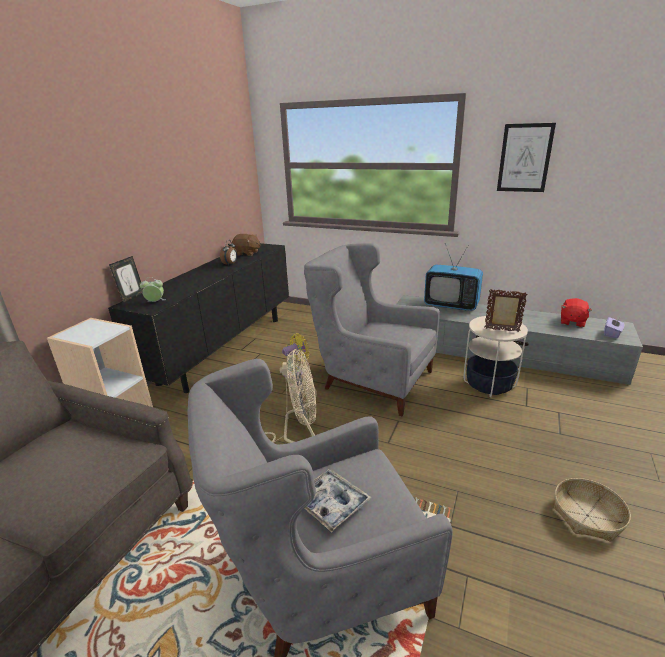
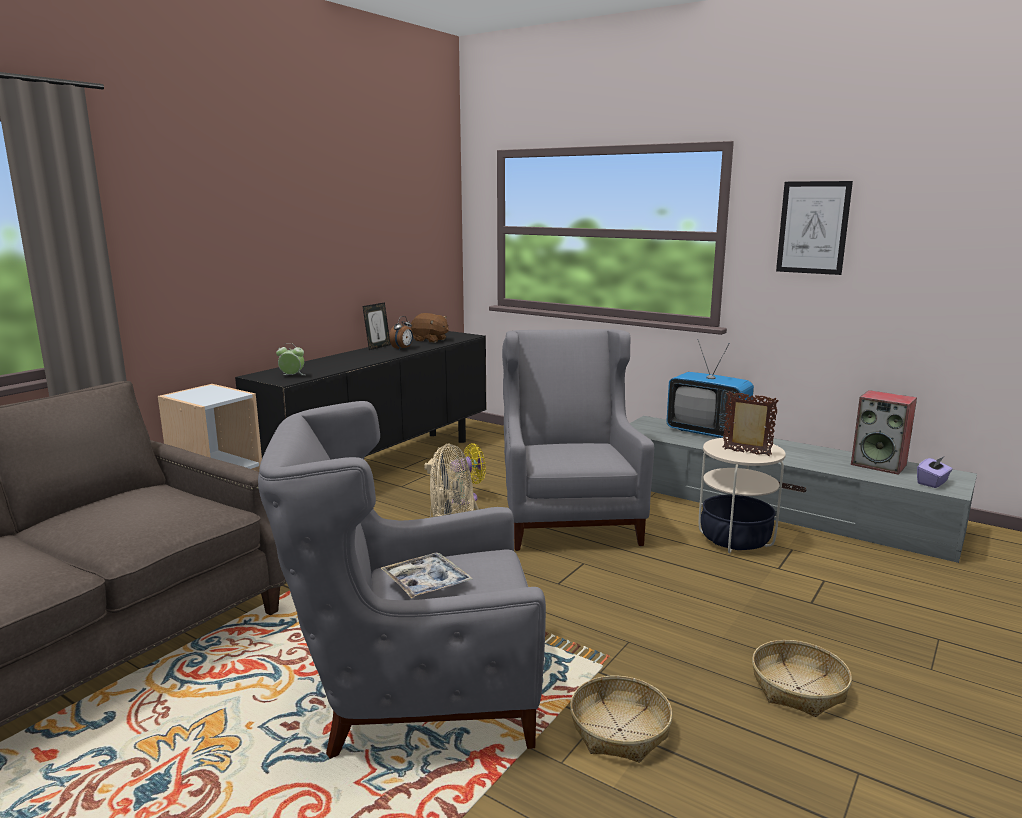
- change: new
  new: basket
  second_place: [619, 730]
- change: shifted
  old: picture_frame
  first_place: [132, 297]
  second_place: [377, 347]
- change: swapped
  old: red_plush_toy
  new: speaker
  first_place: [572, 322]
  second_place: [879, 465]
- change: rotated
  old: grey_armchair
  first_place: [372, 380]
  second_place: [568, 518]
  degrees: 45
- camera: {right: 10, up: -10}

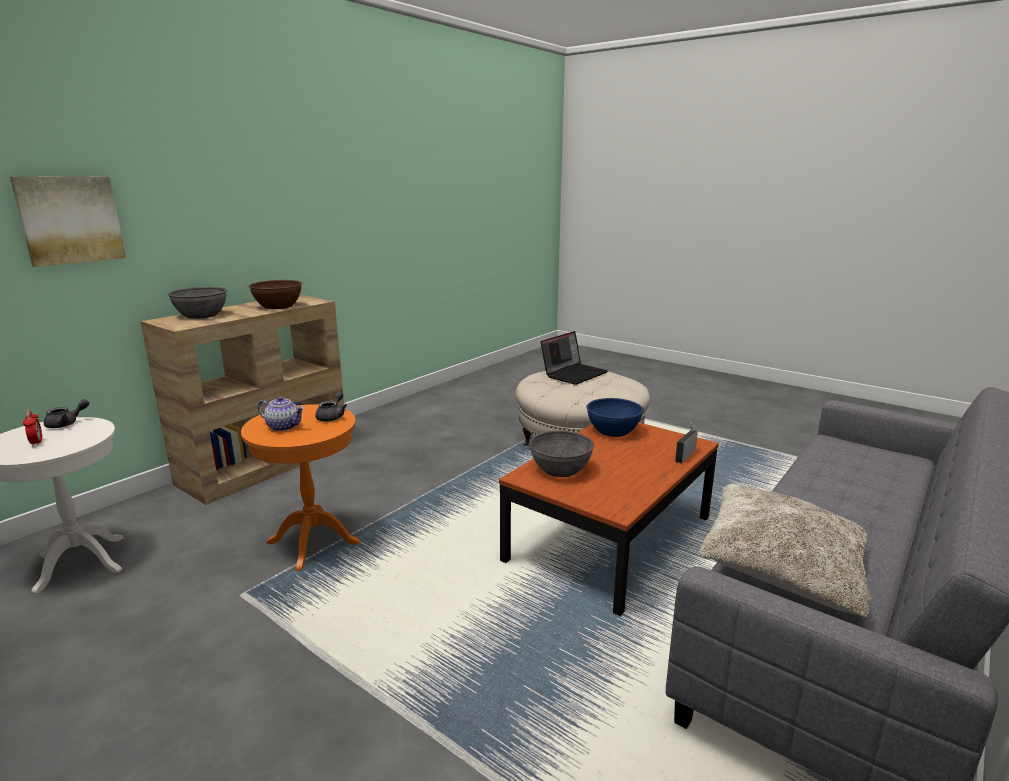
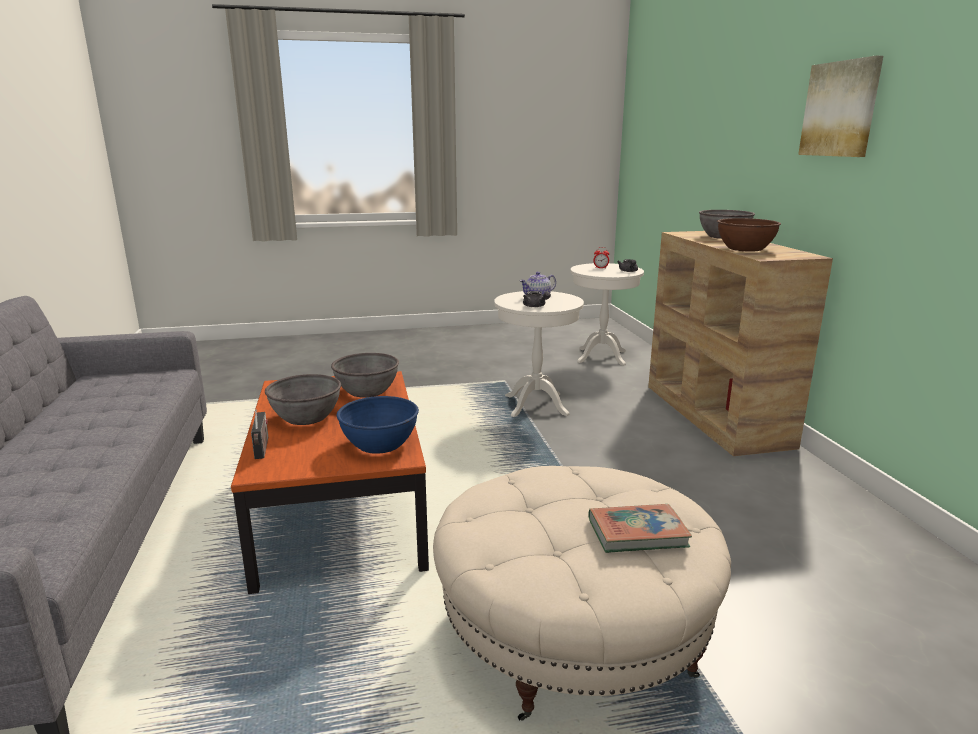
- change: gone
  old: beige_pillow
  first_place: [783, 565]
- change: new
  new: grey_bowl
  second_place: [306, 417]
- change: shifted
  old: picture
  first_place: [70, 219]
  second_place: [841, 109]
- change: swapped
  old: laptop
  new: book
  first_place: [574, 374]
  second_place: [637, 533]
- change: repainted
  old: orange_side_table
  new: white_side_table
  first_place: [313, 542]
  second_place: [536, 405]
- camera: {right: 130, up: 0}

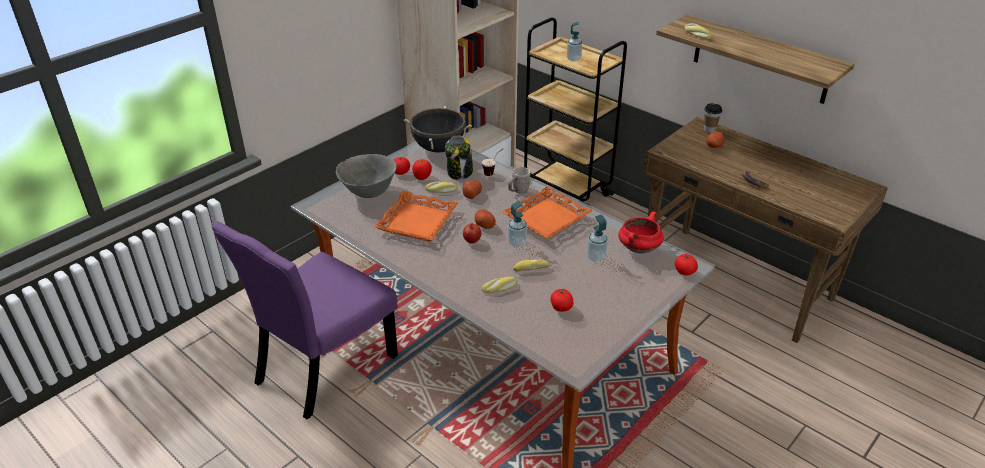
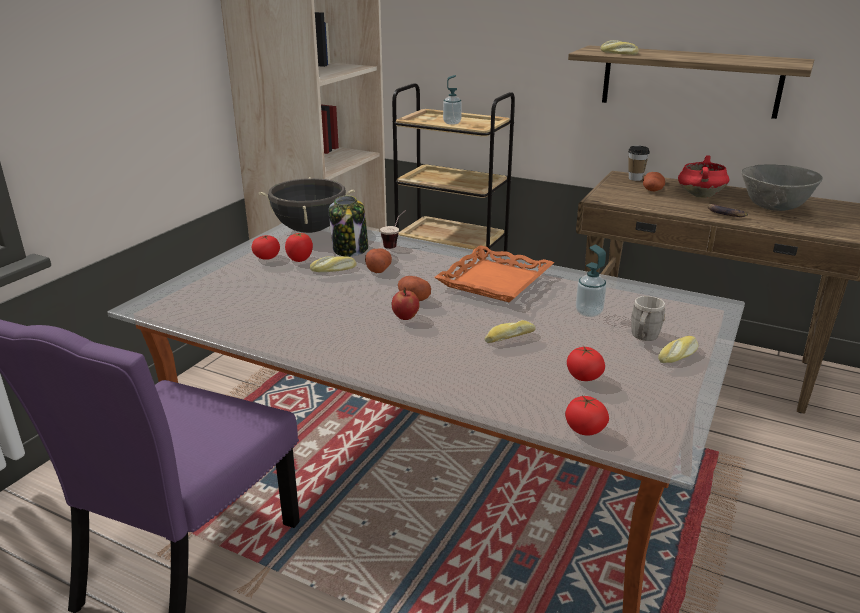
- change: gone
  old: orange_tray
  first_place: [418, 222]
- change: gone
  old: soap_dispenser
  first_place: [517, 242]
- change: shifted
  old: grey_bowl
  first_place: [369, 193]
  second_place: [774, 208]
- change: shifted
  old: bread
  first_place: [499, 288]
  second_place: [679, 355]
- change: shifted
  old: grey_mug
  first_place: [518, 191]
  second_place: [643, 338]
- change: shifted
  old: red_cooking_pot
  first_place: [639, 248]
  second_place: [699, 195]
- change: shifted
  old: tomato
  first_place: [684, 272]
  second_place: [584, 430]
- camera: {right: -15, up: -10}

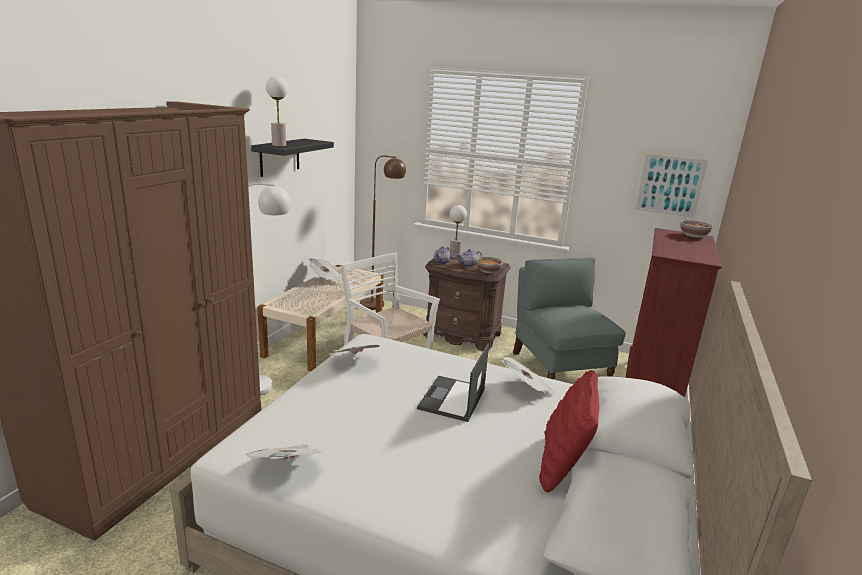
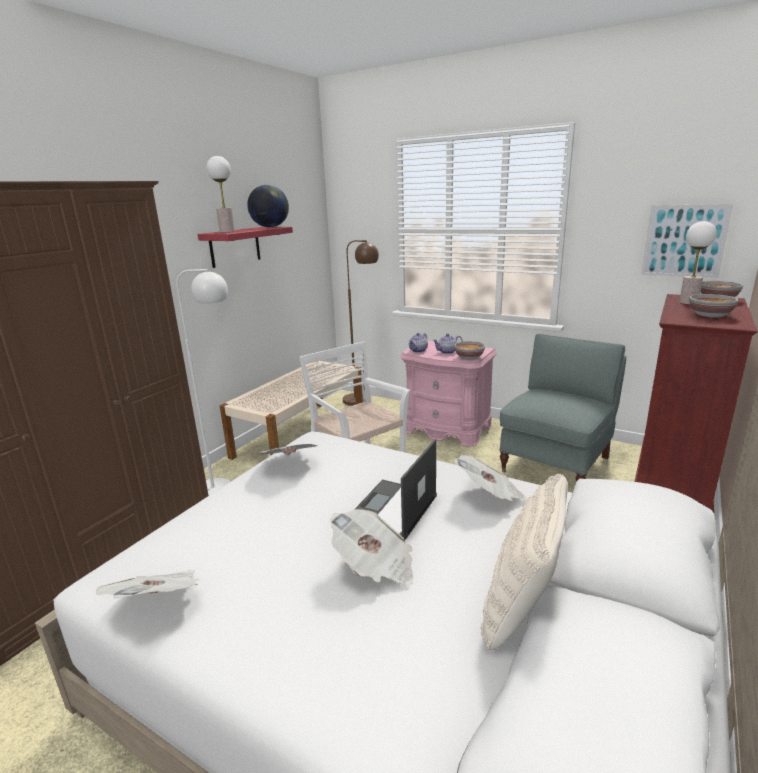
- change: new
  new: globe
  second_place: [270, 227]
- change: new
  new: bowl
  second_place: [709, 315]
- change: shifted
  old: newspaper
  first_place: [326, 279]
  second_place: [375, 566]
- change: shifted
  old: table_lamp
  first_place: [455, 256]
  second_place: [688, 302]
- change: repainted
  old: black_shelf
  new: red_shelf
  first_place: [279, 157]
  second_place: [235, 246]
- change: repainted
  old: brown_nightstand
  new: pink_nightstand
  first_place: [461, 335]
  second_place: [446, 430]
- change: repainted
  old: red_pillow
  new: beige_pillow
  first_place: [562, 466]
  second_place: [521, 608]
- change: rotated
  old: grey_armchair
  first_place: [559, 368]
  second_place: [556, 464]
  degrees: 45
- camera: {right: 10, up: 0}

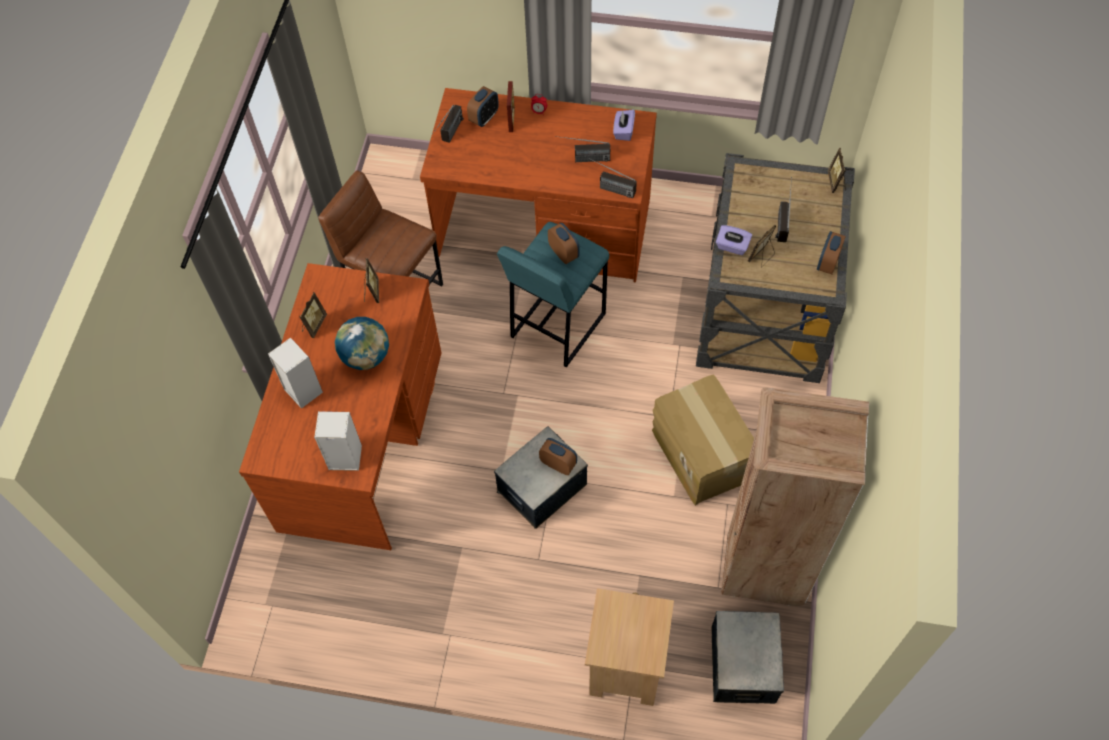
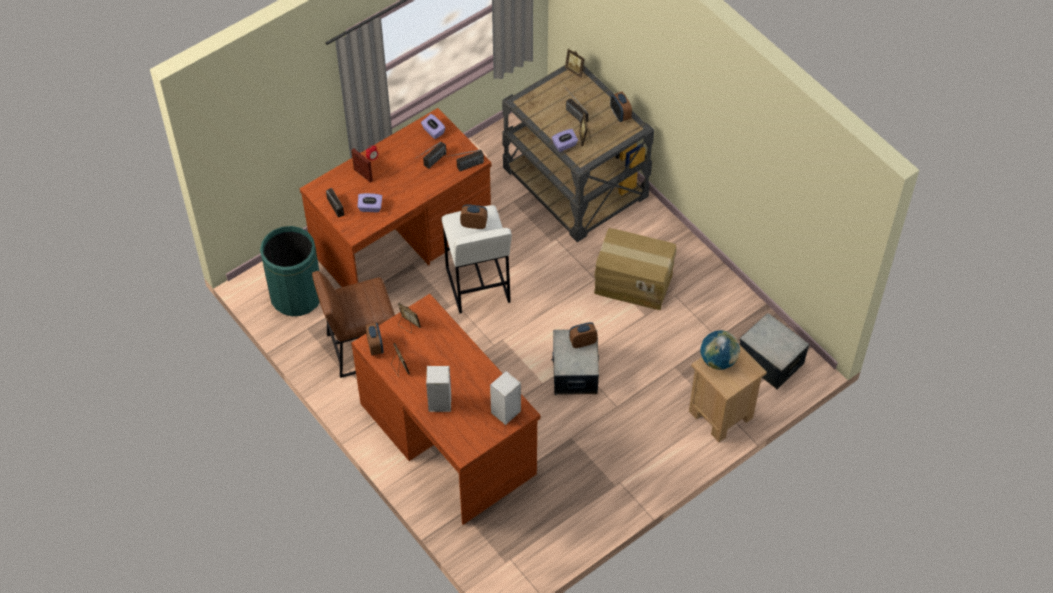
- change: gone
  old: brown_cabinet
  first_place: [763, 571]
- change: new
  new: green_trash_can
  second_place: [296, 296]
- change: new
  new: purple_tissue_box
  second_place: [370, 208]
- change: shifted
  old: globe
  first_place: [366, 356]
  second_place: [718, 360]
- change: shifted
  old: alarm_clock
  first_place: [484, 118]
  second_place: [375, 346]
- change: repainted
  old: turquoise_stool
  new: white_stool
  first_place: [556, 327]
  second_place: [478, 286]
- camera: {right: -50, up: -5}

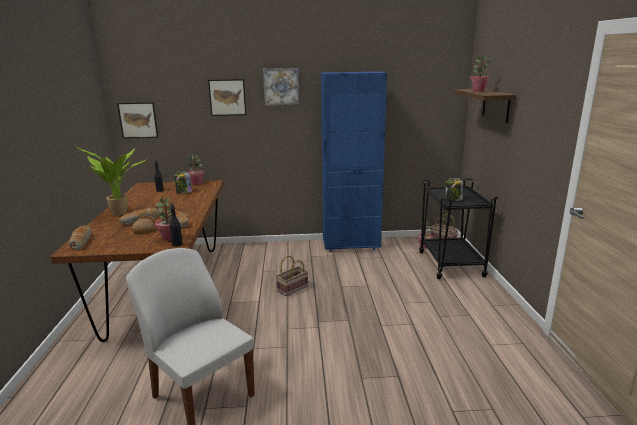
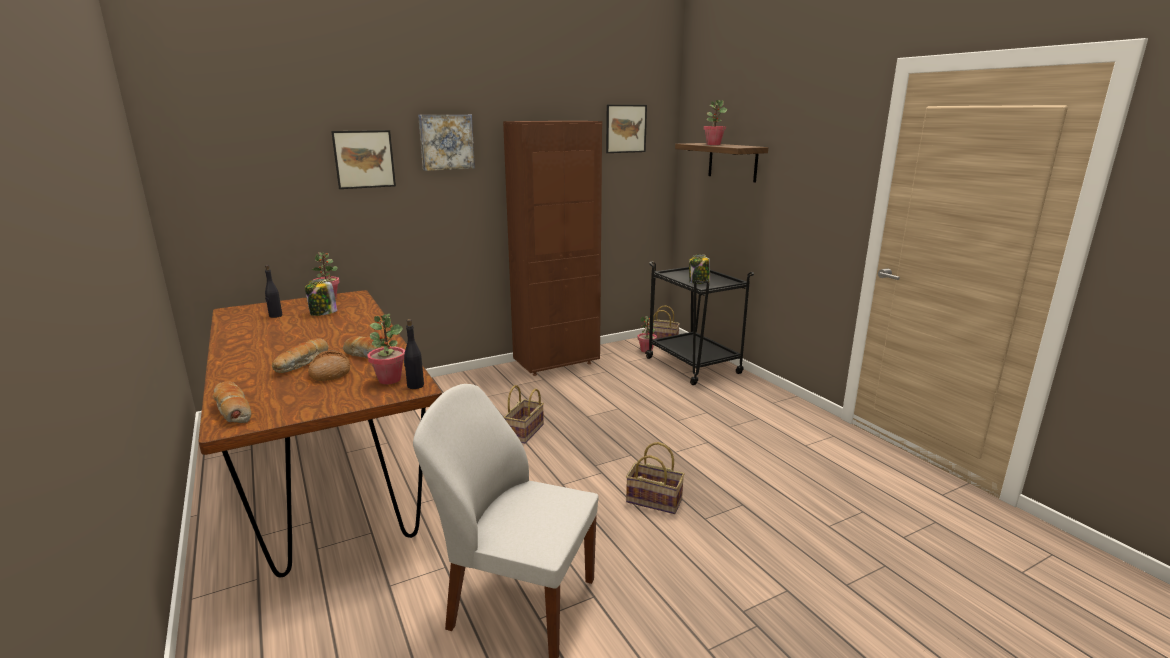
- change: gone
  old: potted_plant
  first_place: [119, 215]
- change: new
  new: basket
  second_place: [655, 500]
- change: shifted
  old: picture
  first_place: [138, 120]
  second_place: [626, 128]
- change: repainted
  old: blue_cabinet
  new: brown_cabinet
  first_place: [351, 246]
  second_place: [557, 364]
- camera: {right: -25, up: 0}

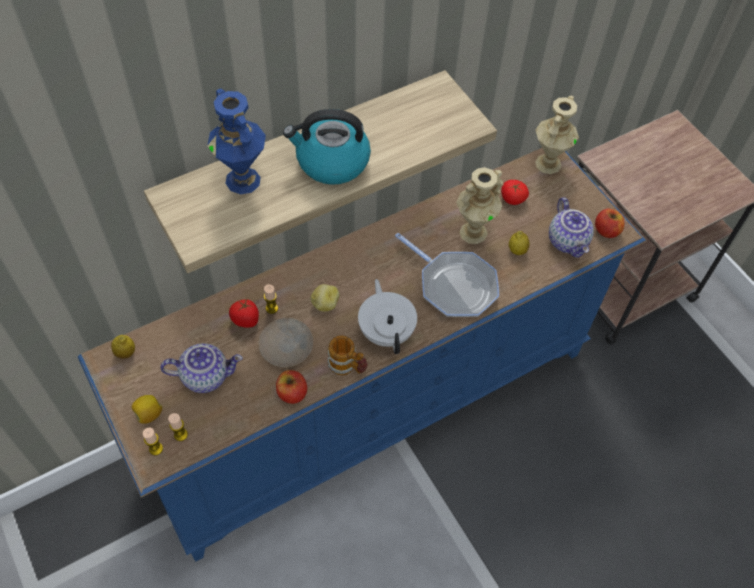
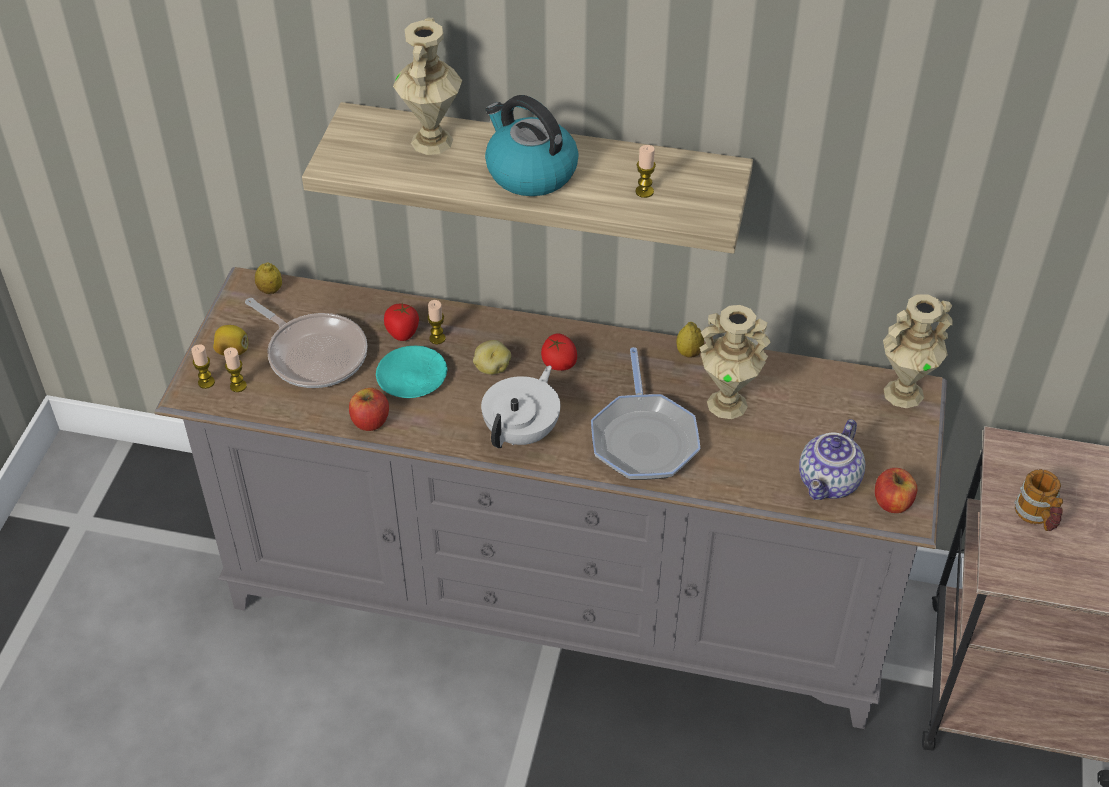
- change: new
  new: candle
  second_place: [644, 191]
- change: shifted
  old: mug
  first_place: [347, 366]
  second_place: [1037, 516]
- change: shifted
  old: tomato
  first_place: [512, 199]
  second_place: [558, 363]
- change: shifted
  old: lemon
  first_place: [517, 250]
  second_place: [689, 353]
- change: swapped
  old: teapot
  new: frying_pan
  first_place: [206, 375]
  second_place: [314, 354]
- change: repainted
  old: blue_cabinet
  new: grey_cabinet
  first_place: [372, 407]
  second_place: [557, 601]
- change: repainted
  old: blue_vase
  new: beige_vase
  first_place: [244, 180]
  second_place: [433, 141]
- change: repainted
  old: beige_plate
  new: turquoise_plate
  first_place: [286, 345]
  second_place: [413, 378]
- camera: {right: 45, up: -10}

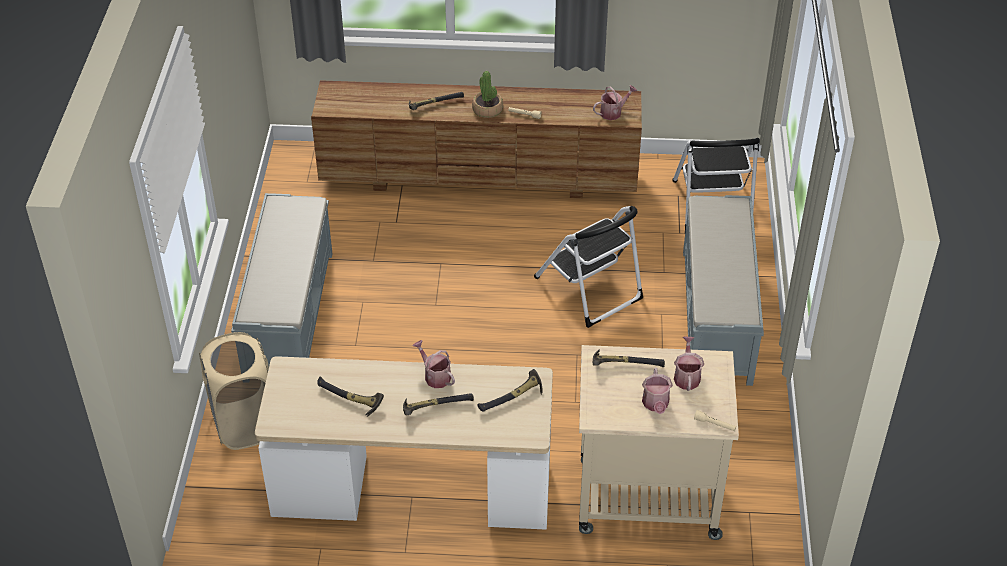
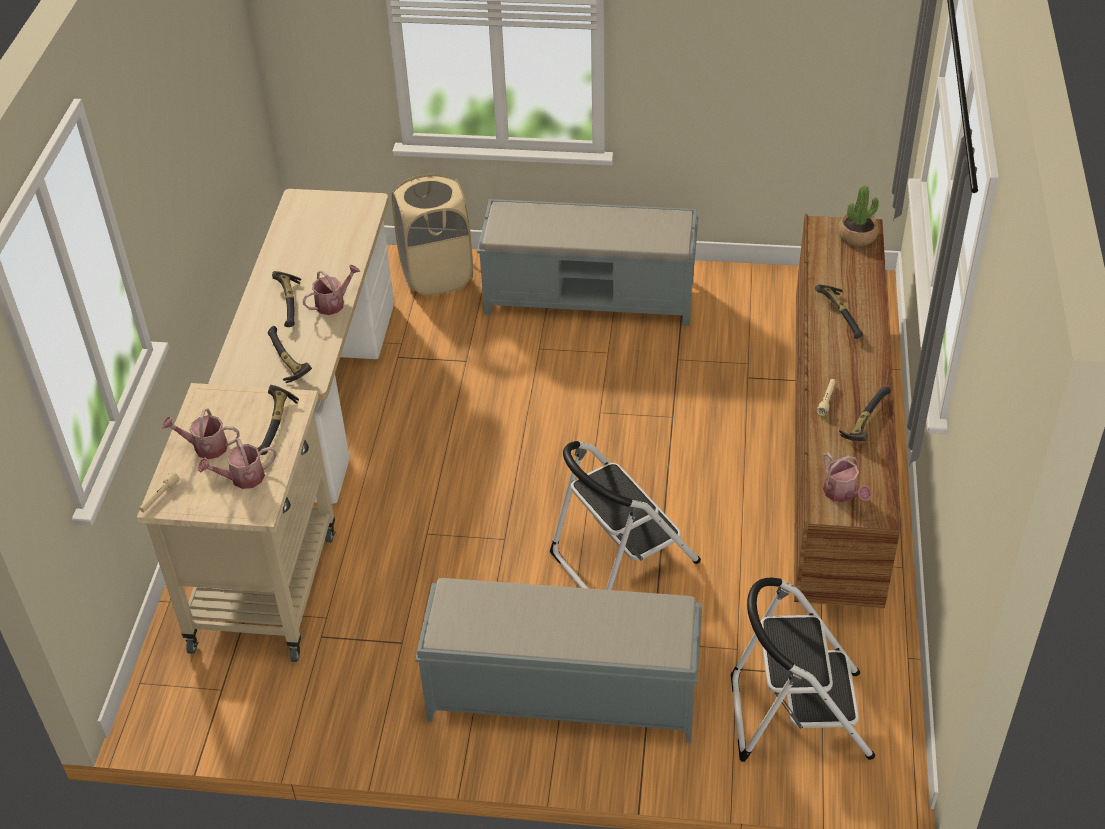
- change: shifted
  old: hammer
  first_place: [350, 400]
  second_place: [864, 421]
- change: shifted
  old: potted_plant
  first_place: [487, 109]
  second_place: [857, 236]
- change: rotated
  old: watering_can
  first_place: [686, 376]
  second_place: [242, 478]
  degrees: 150
- camera: {right: 95, up: 0}

